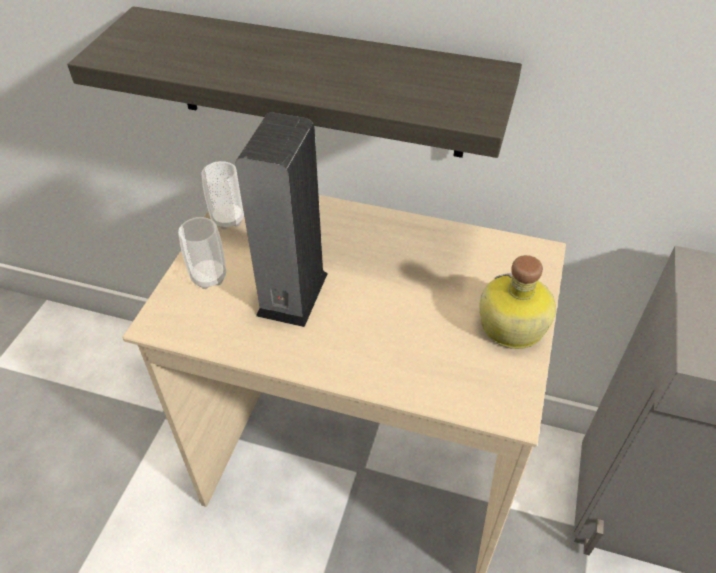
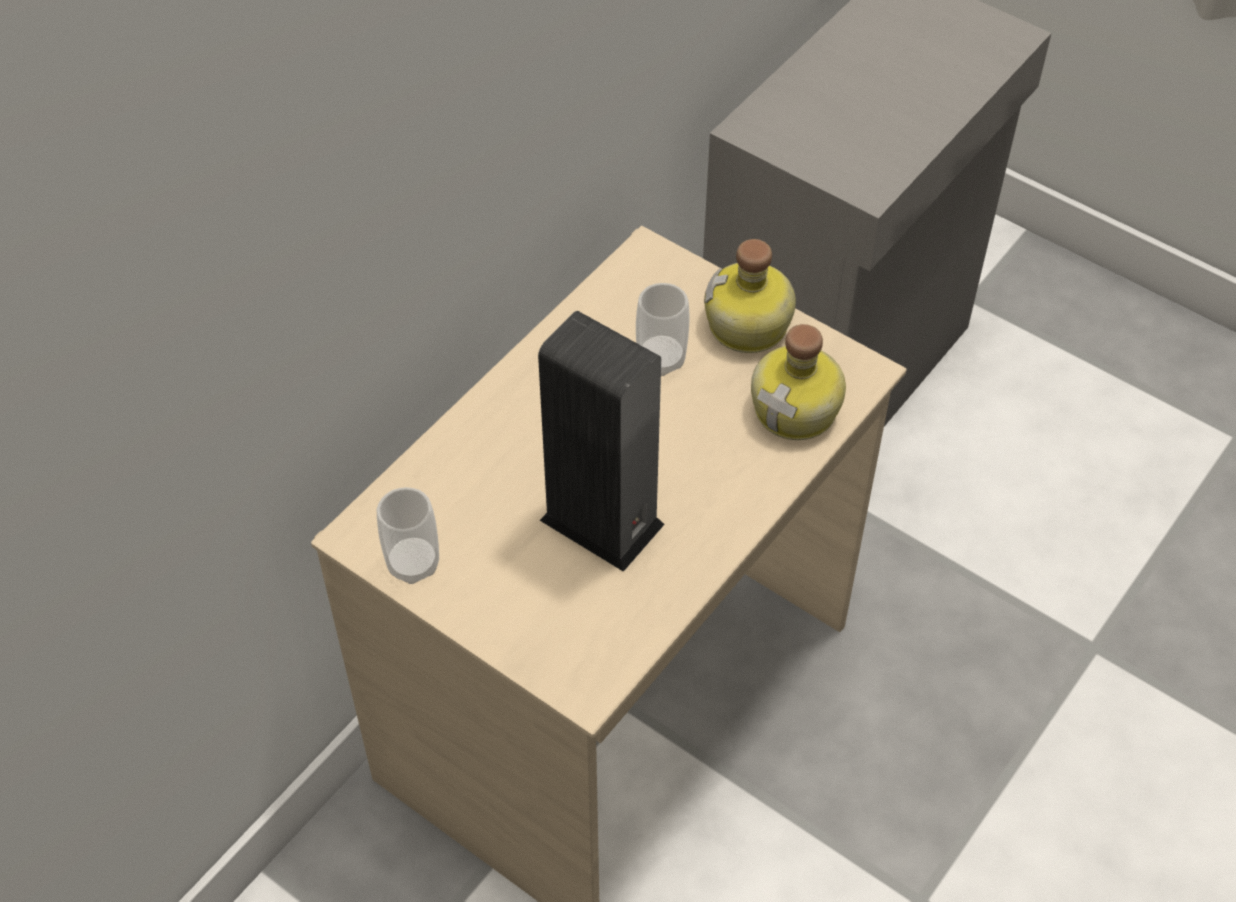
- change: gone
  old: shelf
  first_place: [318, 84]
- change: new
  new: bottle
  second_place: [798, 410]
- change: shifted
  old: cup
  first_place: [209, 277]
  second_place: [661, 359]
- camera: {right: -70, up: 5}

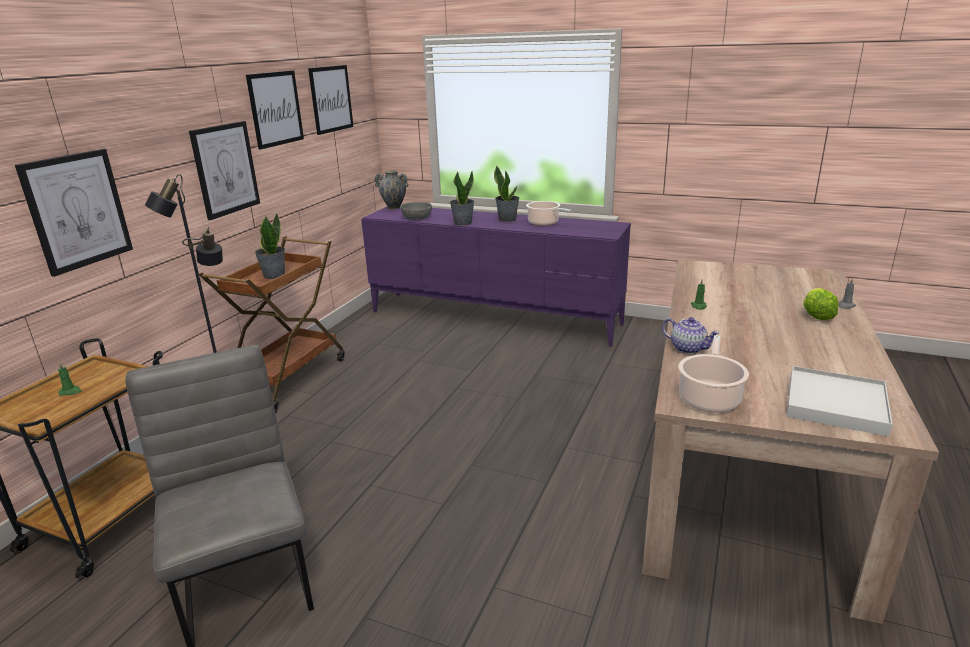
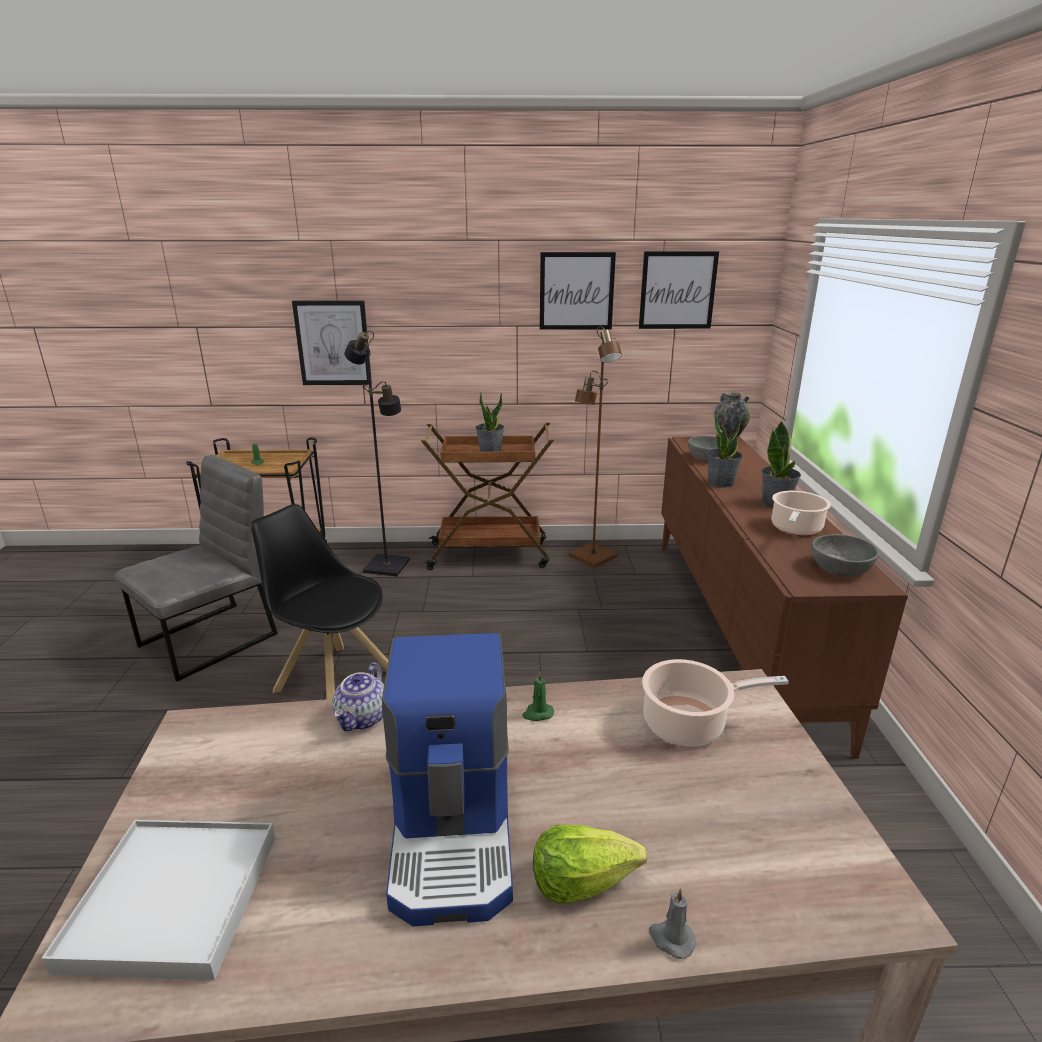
- change: gone
  old: picture
  first_place: [225, 169]
- change: new
  new: black_chair
  second_place: [334, 680]
- change: new
  new: coffee_machine
  second_place: [455, 830]
- change: new
  new: brown_floor_lamp
  second_place: [593, 556]
- change: new
  new: grey_bowl
  second_place: [840, 568]
- change: shifted
  old: cooking_pot
  first_place: [709, 397]
  second_place: [689, 723]
- change: repainted
  old: purple_cabinet
  new: brown_cabinet
  first_place: [494, 317]
  second_place: [738, 629]
- camera: {right: 65, up: 0}

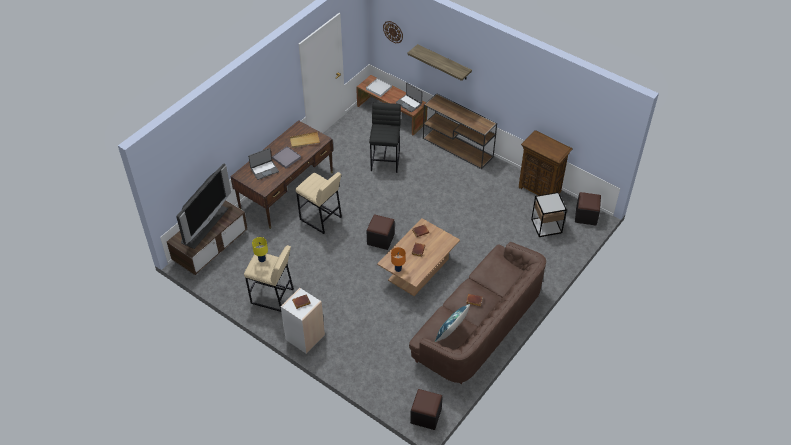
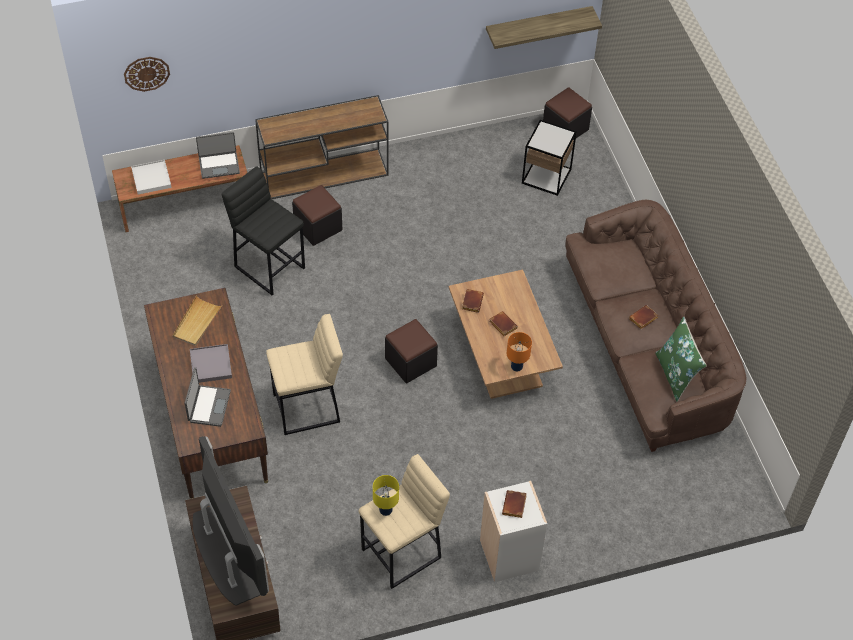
- change: gone
  old: brown_cabinet
  first_place: [540, 190]
- change: shifted
  old: shelf
  first_place: [444, 62]
  second_place: [538, 25]
- change: shifted
  old: black_ottoman
  first_place: [426, 416]
  second_place: [318, 227]
- change: repainted
  old: blue_pillow
  new: green_pillow
  first_place: [451, 333]
  second_place: [676, 374]
- camera: {right: -55, up: 5}

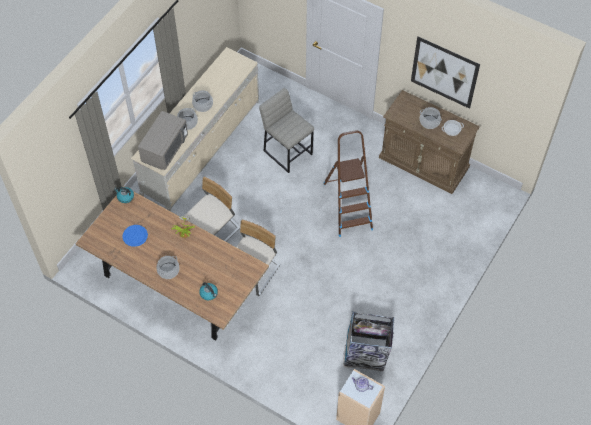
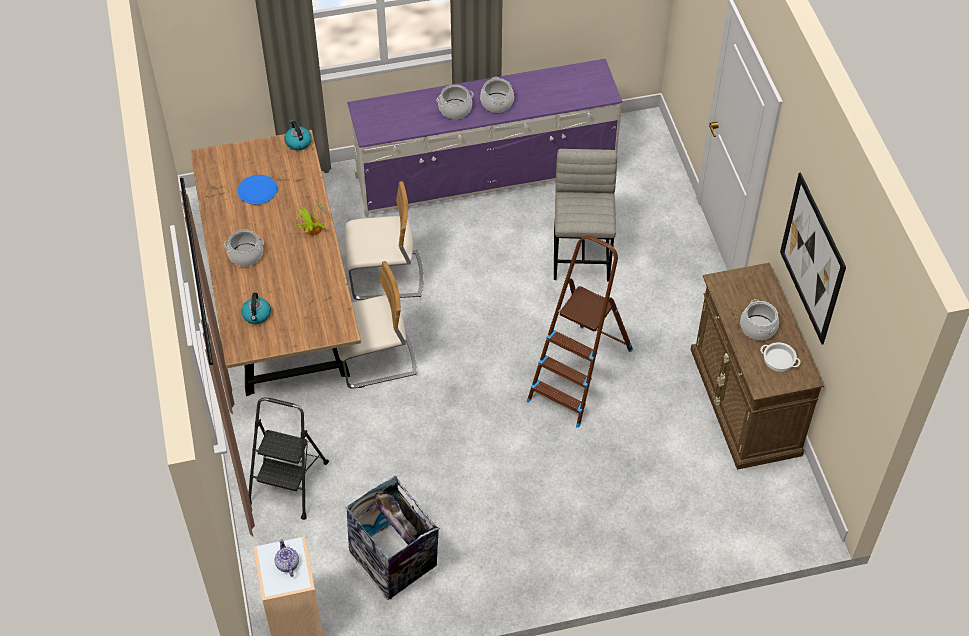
- change: gone
  old: grey_microwave
  first_place: [165, 149]
- change: new
  new: black_step_ladder
  second_place: [289, 480]
- change: repainted
  old: beige_cabinet
  new: purple_cabinet
  first_place: [201, 148]
  second_place: [484, 175]
- camera: {right: 45, up: -5}

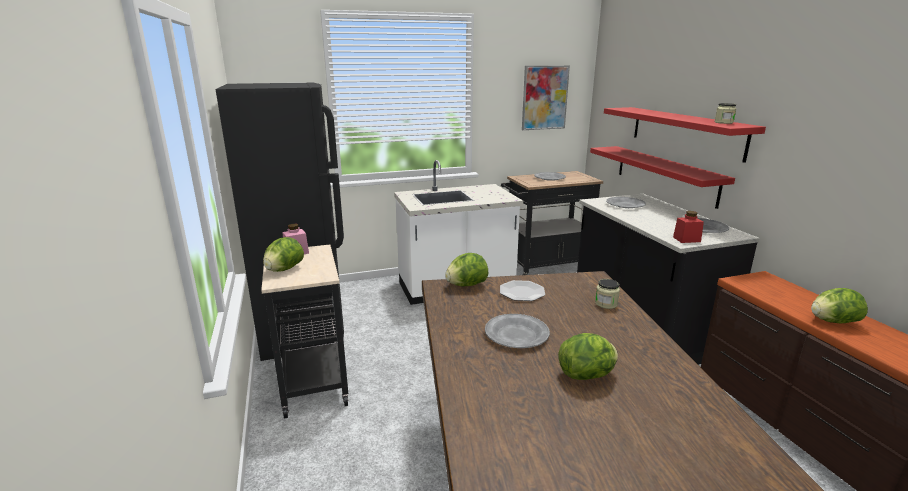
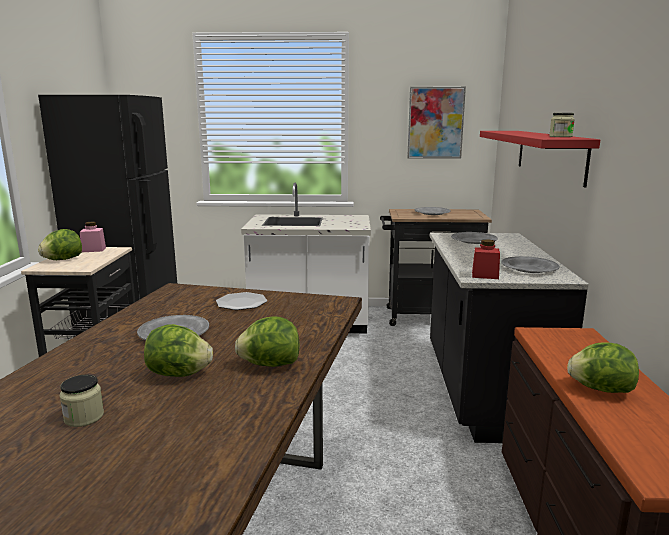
- change: gone
  old: red_shelf
  first_place: [665, 174]
- change: shifted
  old: lettuce
  first_place: [466, 285]
  second_place: [270, 365]
- change: shifted
  old: jar
  first_place: [606, 304]
  second_place: [84, 417]
- camera: {right: 20, up: -5}

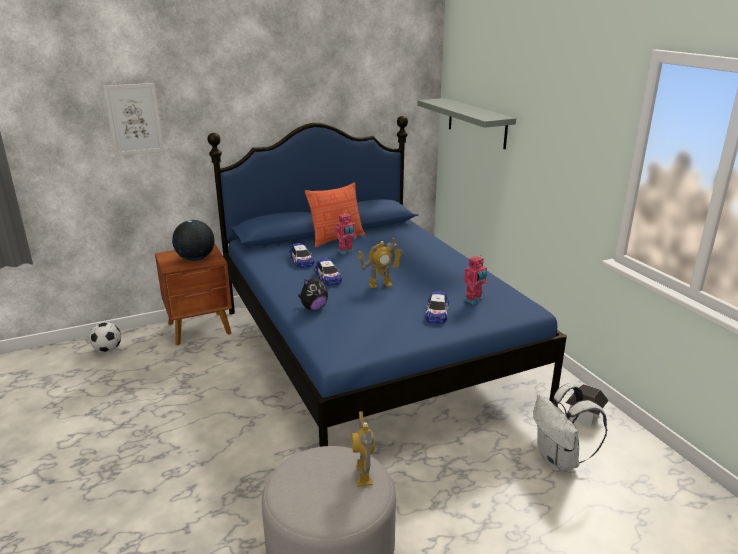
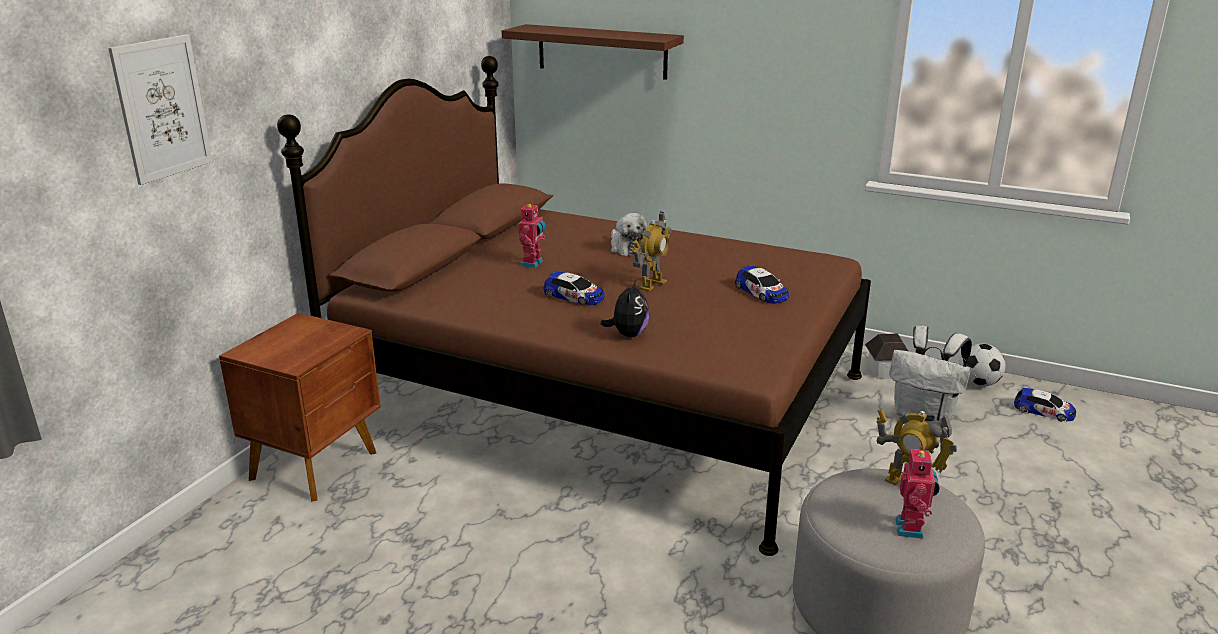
- change: gone
  old: globe
  first_place: [195, 259]
- change: gone
  old: orange_pillow
  first_place: [336, 239]
- change: new
  new: plush_toy
  second_place: [627, 248]
- change: shifted
  old: football
  first_place: [107, 349]
  second_place: [978, 383]
- change: shifted
  old: toy_car
  first_place: [301, 260]
  second_place: [1044, 411]
- change: shifted
  old: toy_robot
  first_place: [474, 300]
  second_place: [911, 529]
- change: repainted
  old: blue_bed
  new: brown_bed
  first_place: [371, 355]
  second_place: [604, 401]
- change: repainted
  old: grey_shelf
  new: brown_shelf
  first_place: [476, 122]
  second_place: [602, 51]
- camera: {right: -40, up: 0}

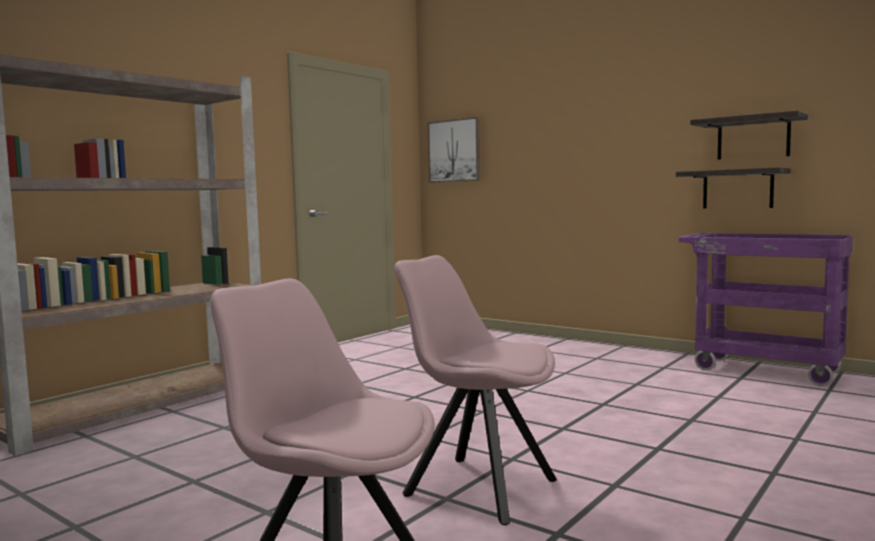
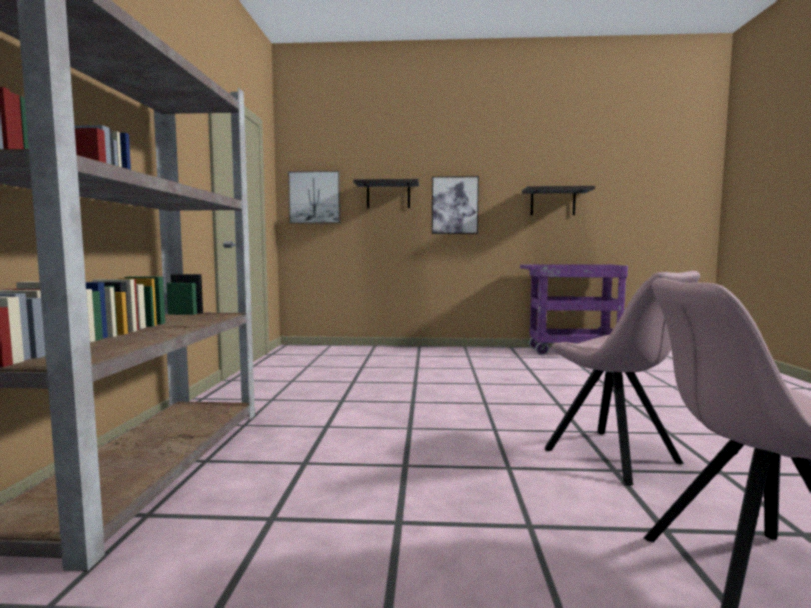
- change: new
  new: picture
  second_place: [454, 205]
- change: shifted
  old: shelf
  first_place: [737, 189]
  second_place: [388, 195]
- change: rotated
  old: pink_chair
  first_place: [479, 488]
  second_place: [613, 456]
  degrees: -120
- camera: {right: -35, up: 0}

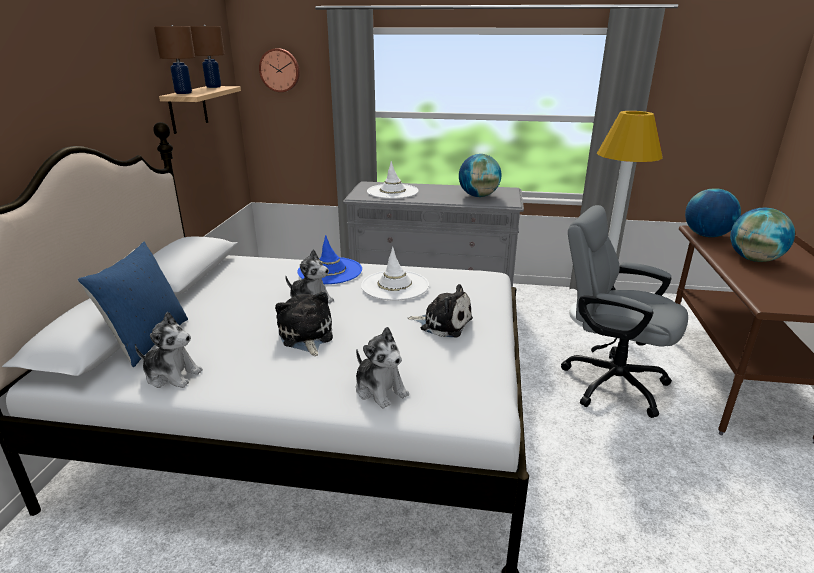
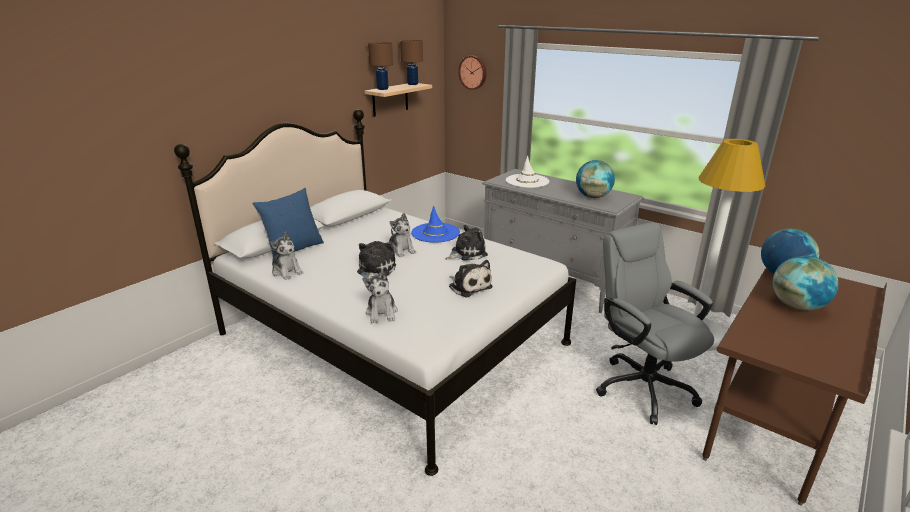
- change: swapped
  old: white_hat
  new: plush_toy
  first_place: [395, 286]
  second_place: [466, 253]
- camera: {right: 30, up: 0}

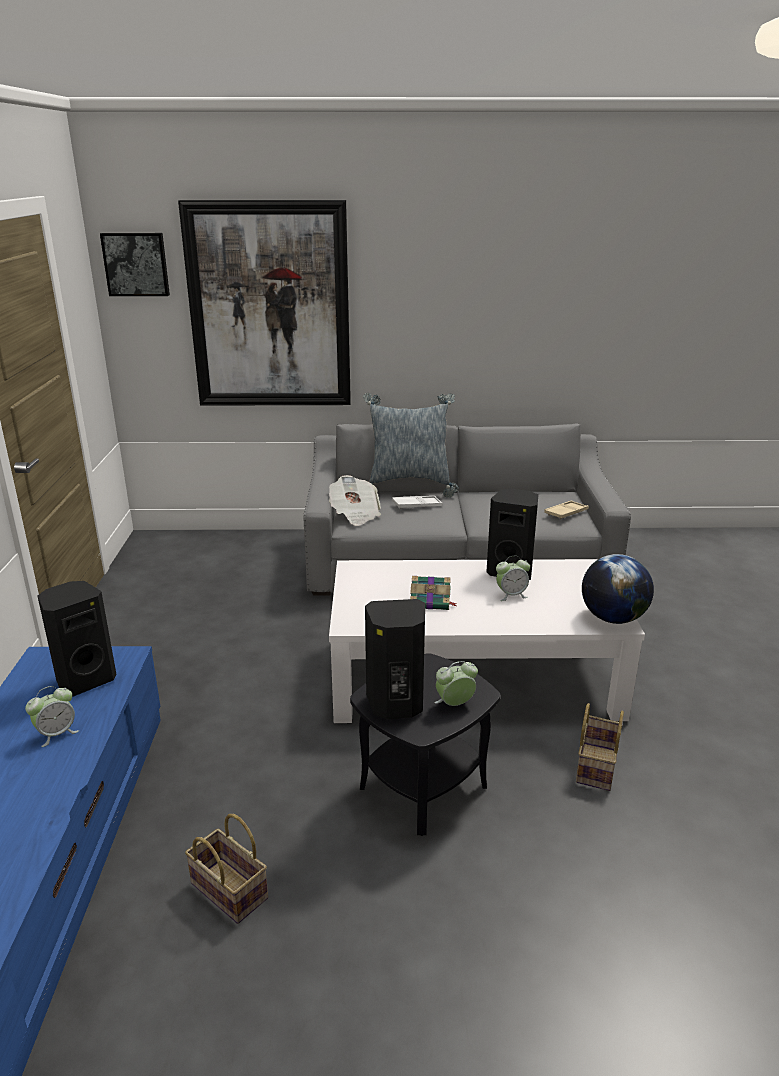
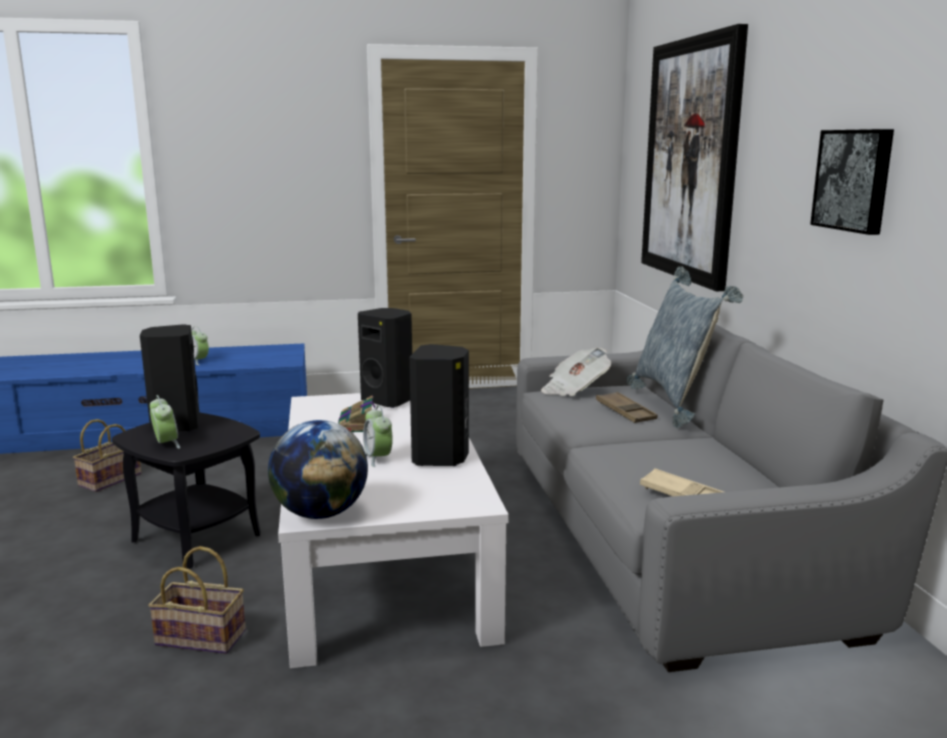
- change: shifted
  old: black_speaker
  first_place: [84, 680]
  second_place: [389, 400]
- change: shifted
  old: picture
  first_place: [136, 264]
  second_place: [854, 180]
- change: repainted
  old: white_tray
  new: brown_tray
  first_place: [417, 505]
  second_place: [625, 412]
- camera: {right: 80, up: -10}

